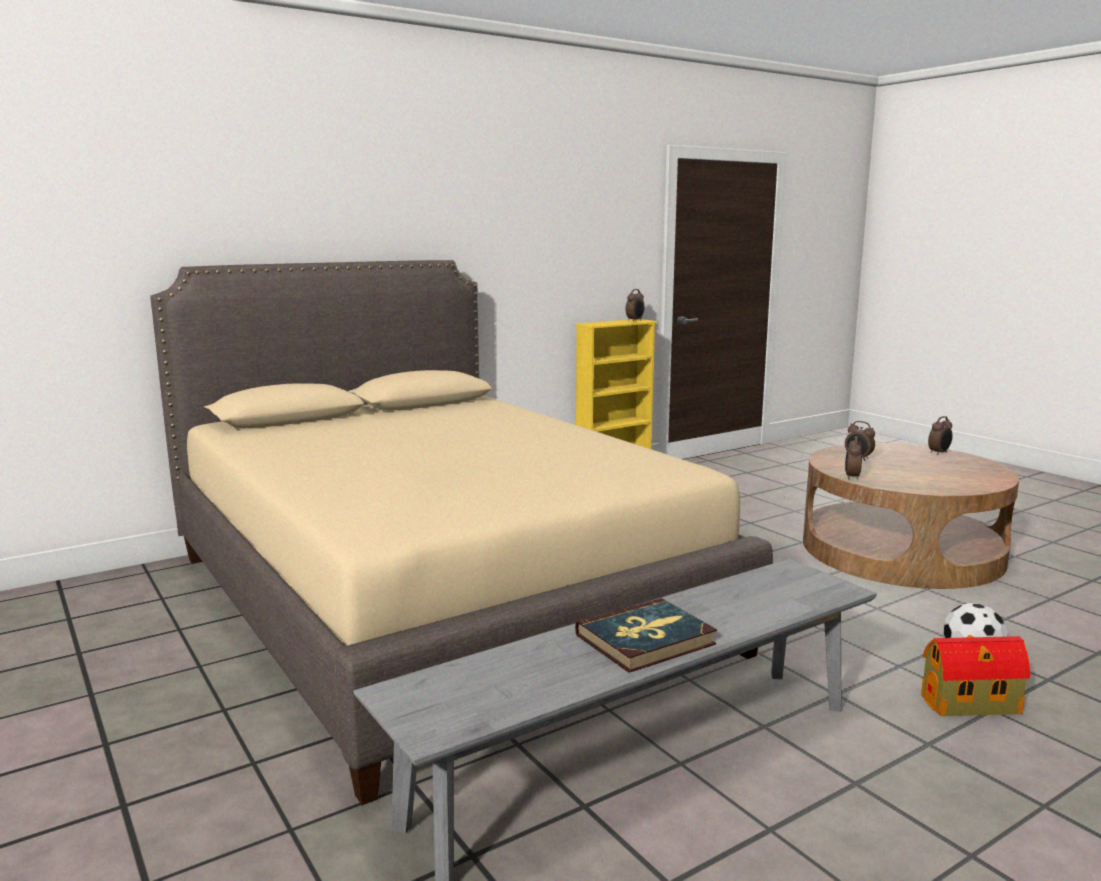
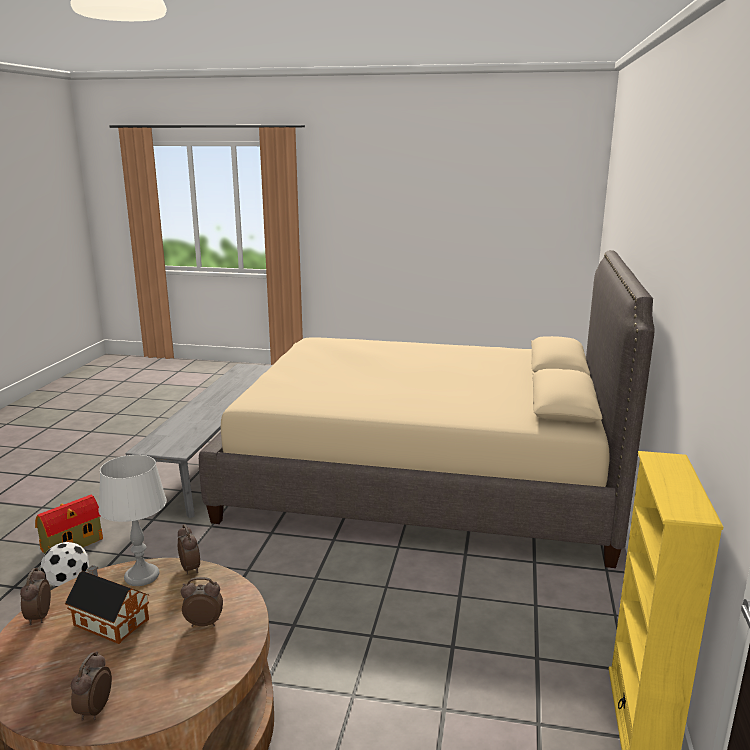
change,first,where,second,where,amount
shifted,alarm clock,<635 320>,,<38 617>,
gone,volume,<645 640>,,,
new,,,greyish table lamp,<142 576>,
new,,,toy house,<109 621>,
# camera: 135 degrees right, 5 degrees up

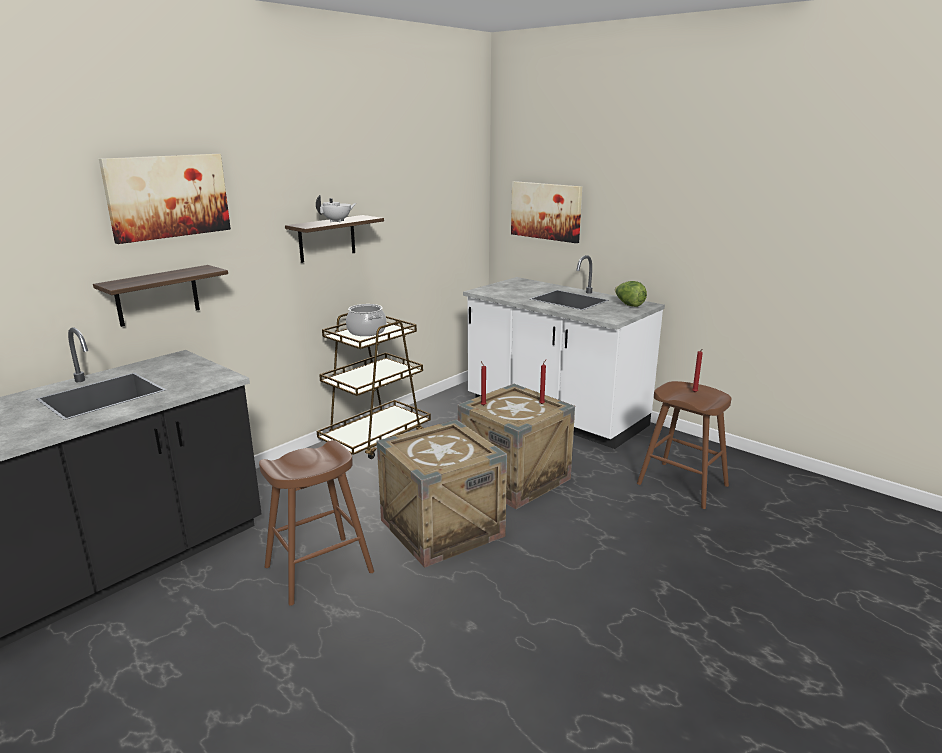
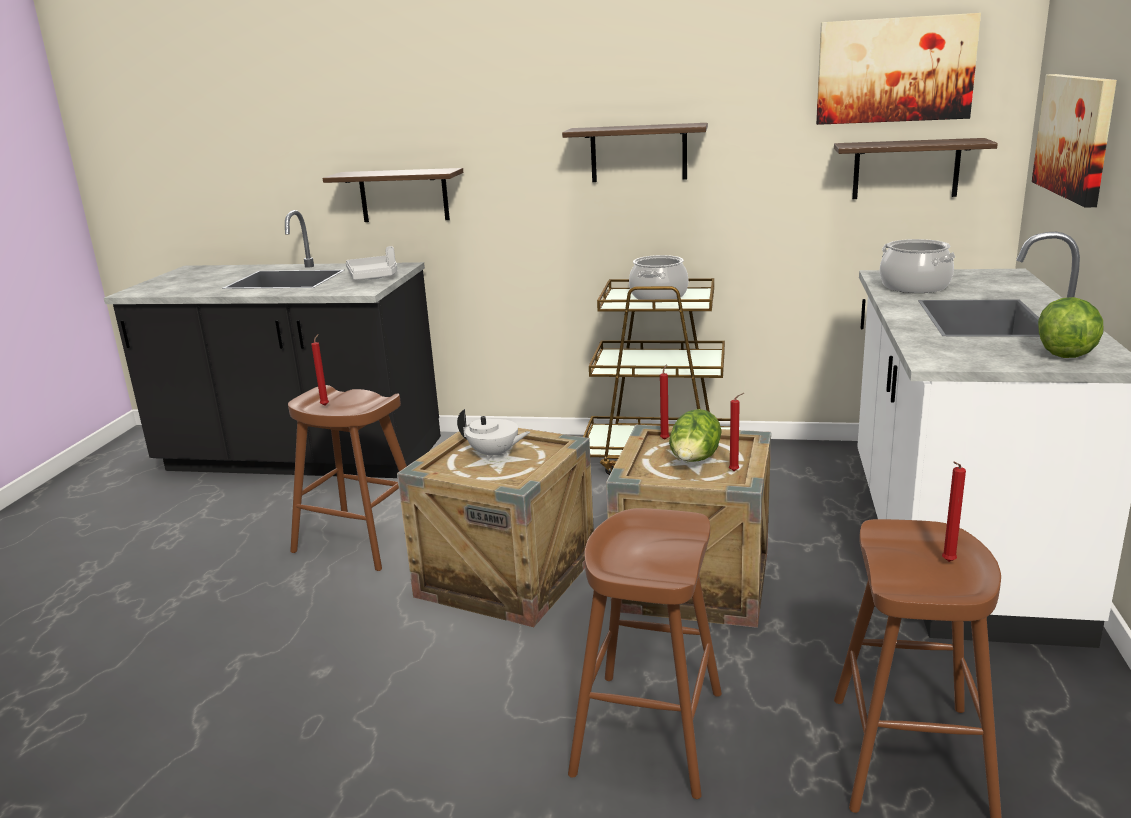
change,first,where,second,where,amount
shifted,wall picture,<168 196>,,<894 70>,
shifted,white-coloured tea pot,<337 221>,,<494 454>,
new,,,wall shelf,<906 169>,
new,,,stockpot,<914 287>,
new,,,greyish tray,<374 277>,
new,,,red-coloured wax candle,<326 405>,
new,,,head of lettuce,<694 462>,
new,,,brown sitting stool,<648 733>,
# camera: 60 degrees right, 0 degrees up

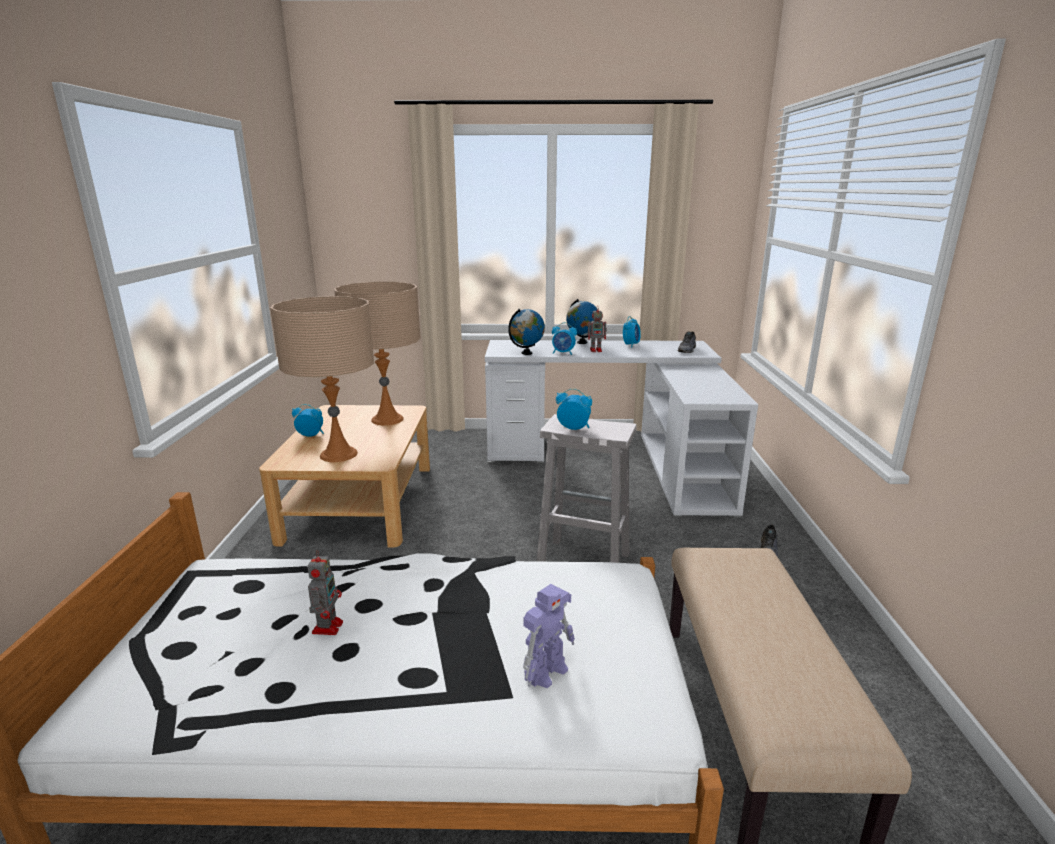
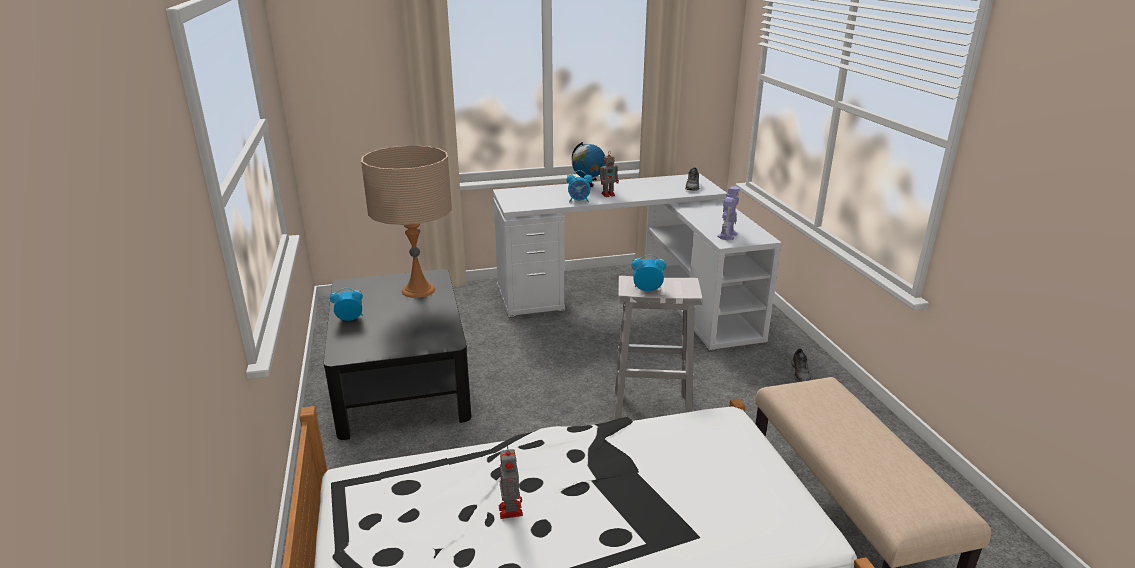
change,first,where,second,where,amount
gone,beige table lamp,<338 454>,,,
gone,world globe,<526 353>,,,
gone,alarm clock,<631 345>,,,
repainted,beige coffee table,<360 502>,blackish coffee table,<401 379>,
shifted,robot figure,<547 670>,,<727 235>,
# camera: 15 degrees left, 5 degrees up

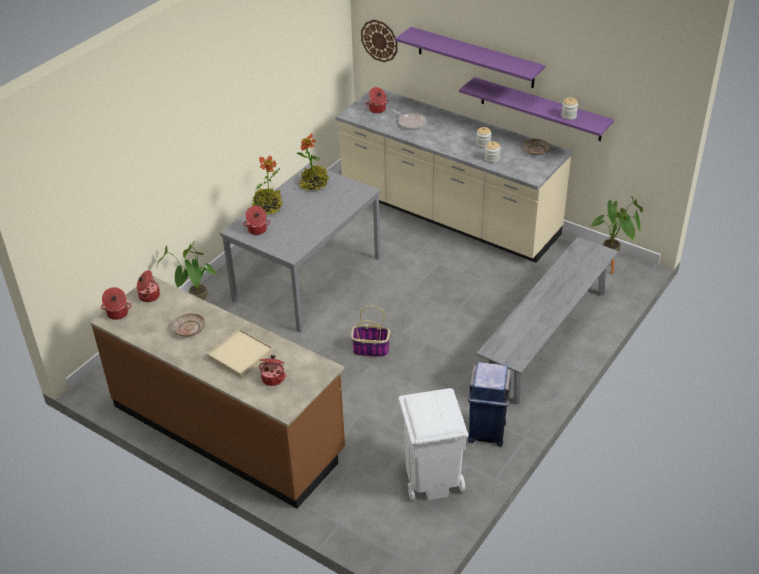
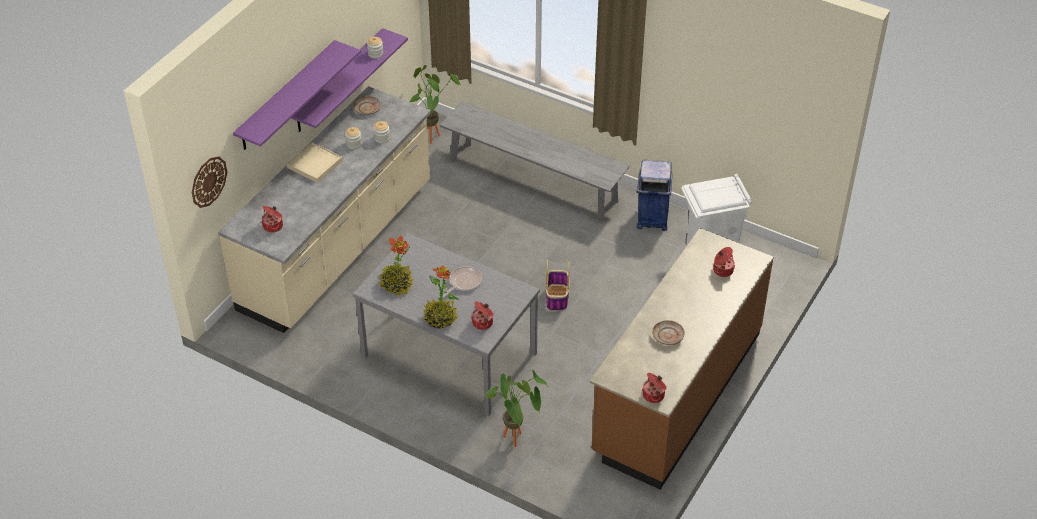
change,first,where,second,where,amount
shifted,skillet,<411 123>,,<464 282>,
gone,stockpot,<148 296>,,,
shifted,beige tray,<241 355>,,<315 164>,
# camera: 95 degrees left, 5 degrees up

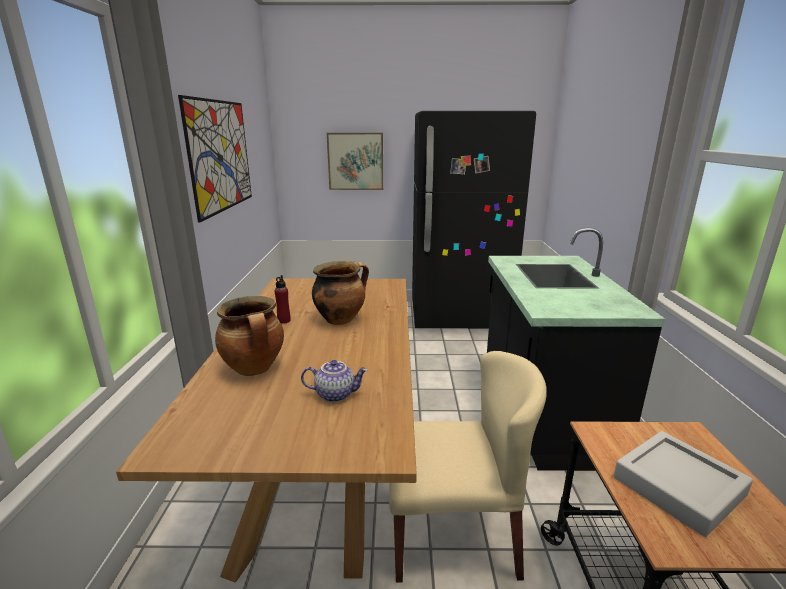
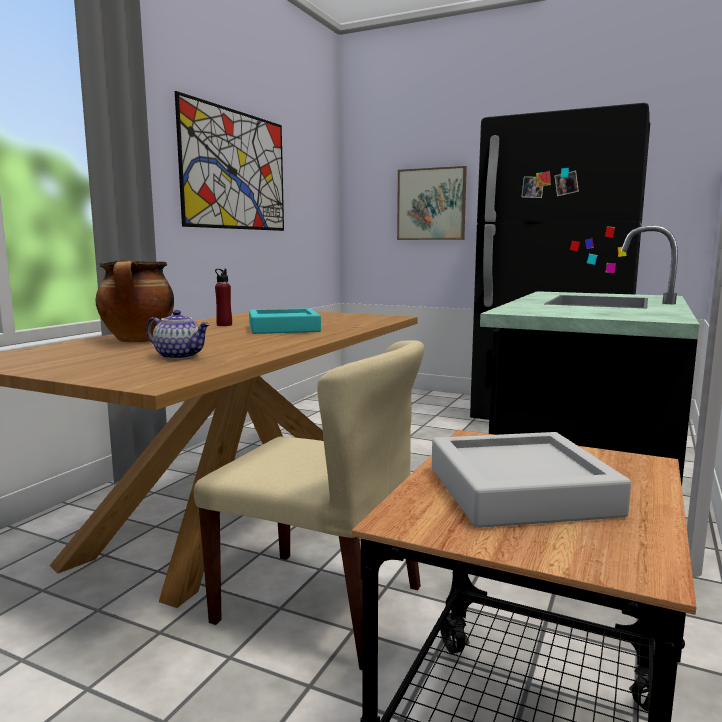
change,first,where,second,where,amount
swapped,stockpot,<341 319>,blue-green tray,<283 328>,
# camera: 25 degrees right, 10 degrees down

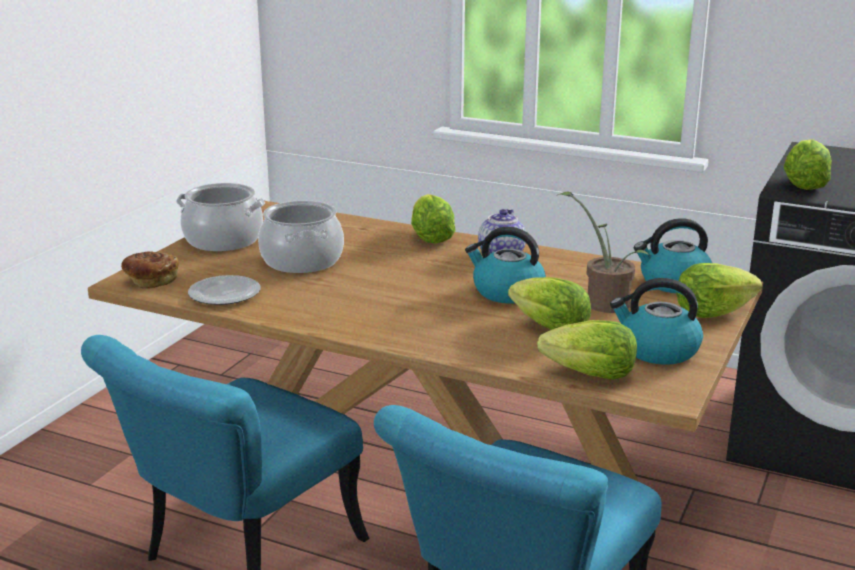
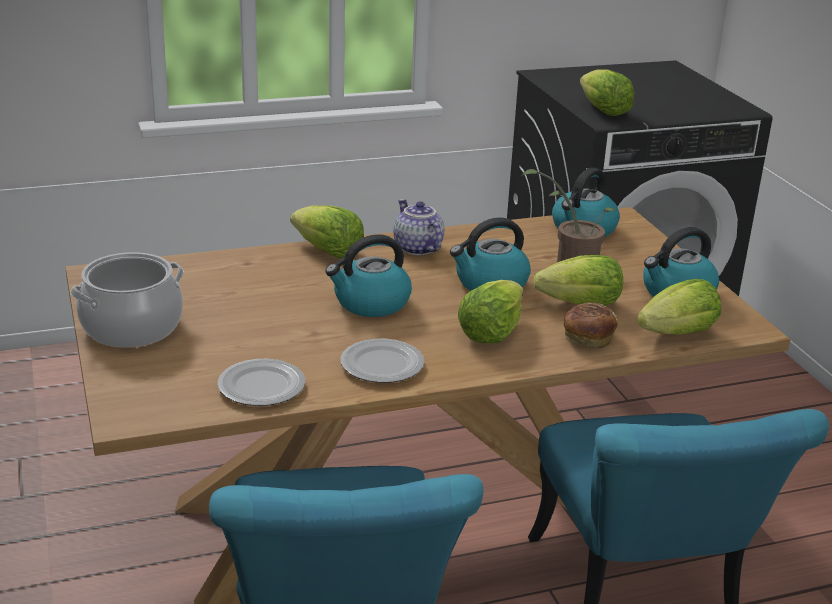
change,first,where,second,where,amount
gone,stockpot,<302 261>,,,
shifted,baked bread,<150 281>,,<587 338>,
shifted,head of lettuce,<711 313>,,<490 333>,
new,,,water kettle,<371 303>,
new,,,flat dish,<382 365>,
# camera: 45 degrees left, 5 degrees up

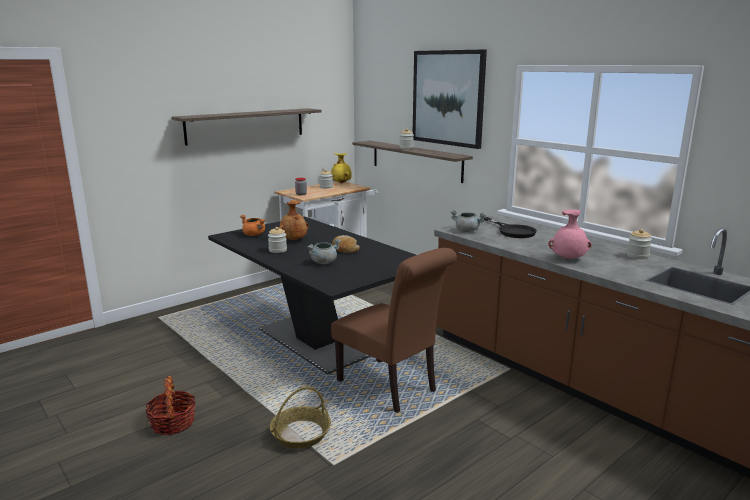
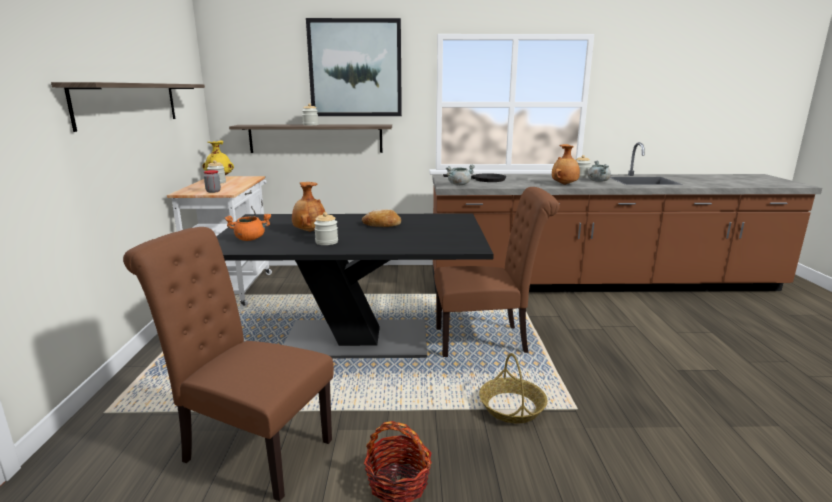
change,first,where,second,where,amount
repainted,pink vase,<568 259>,brown vase,<565 184>,
shifted,greyish stockpot,<324 262>,,<598 181>,
new,,,brown upright chair,<250 449>,
# camera: 50 degrees left, 0 degrees up

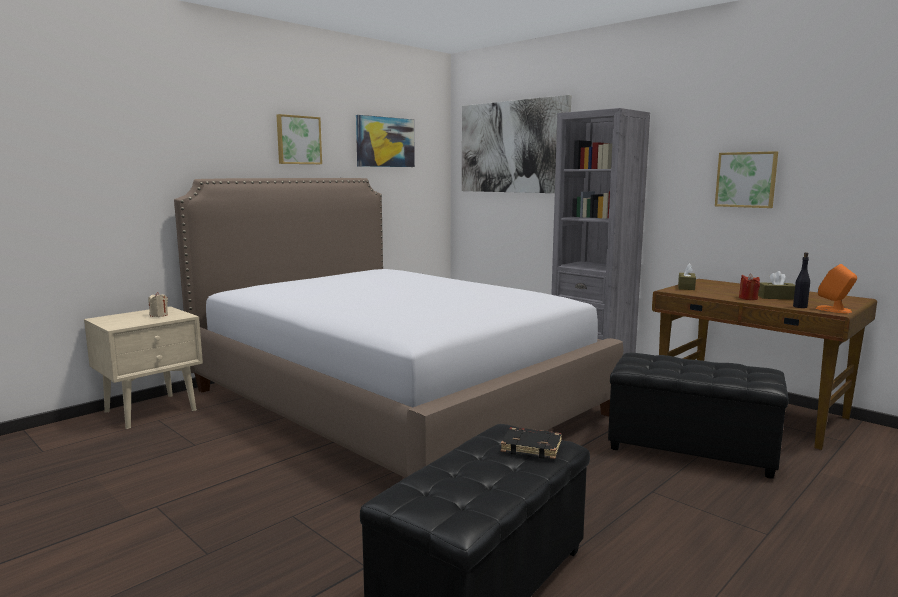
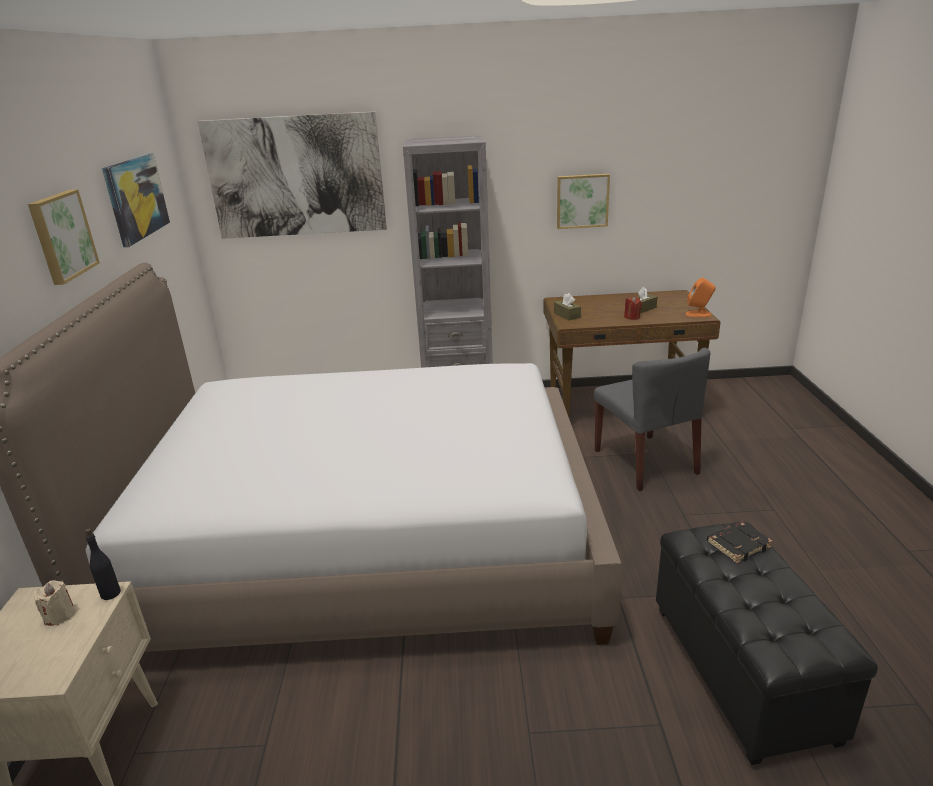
change,first,where,second,where,amount
shifted,blackish drink bottle,<800 306>,,<110 593>,
swapped,blackish footrest,<690 450>,greyish upright chair,<645 462>,
# camera: 45 degrees left, 15 degrees up

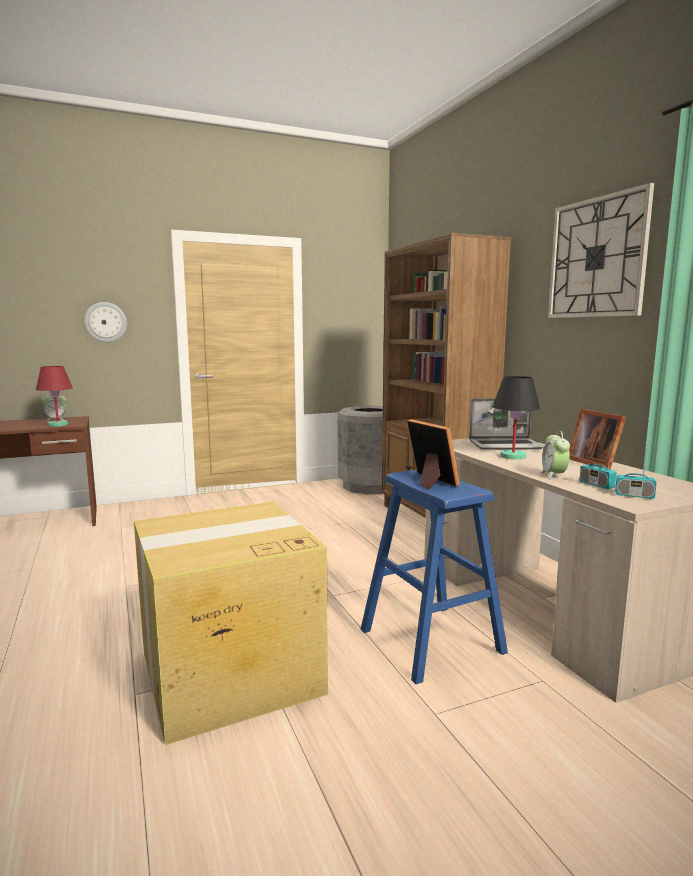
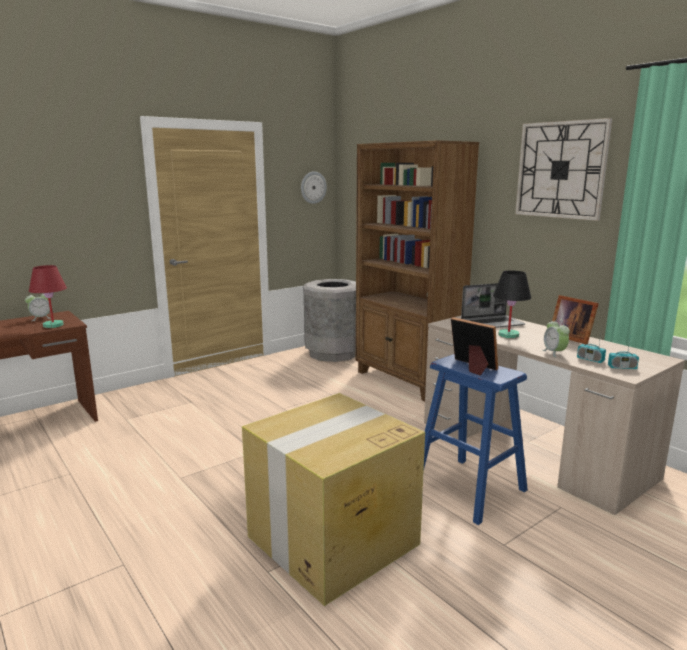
change,first,where,second,where,amount
shifted,hanging clock,<105 322>,,<313 187>,
# camera: 15 degrees left, 5 degrees up

